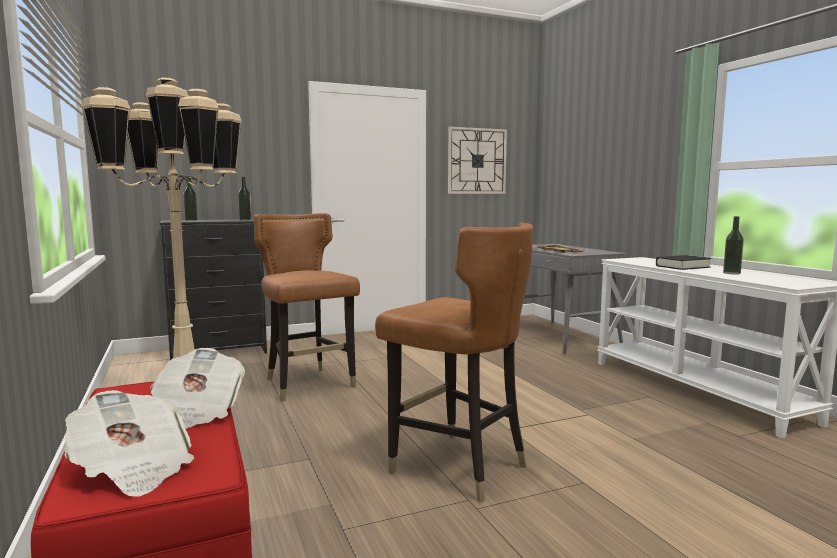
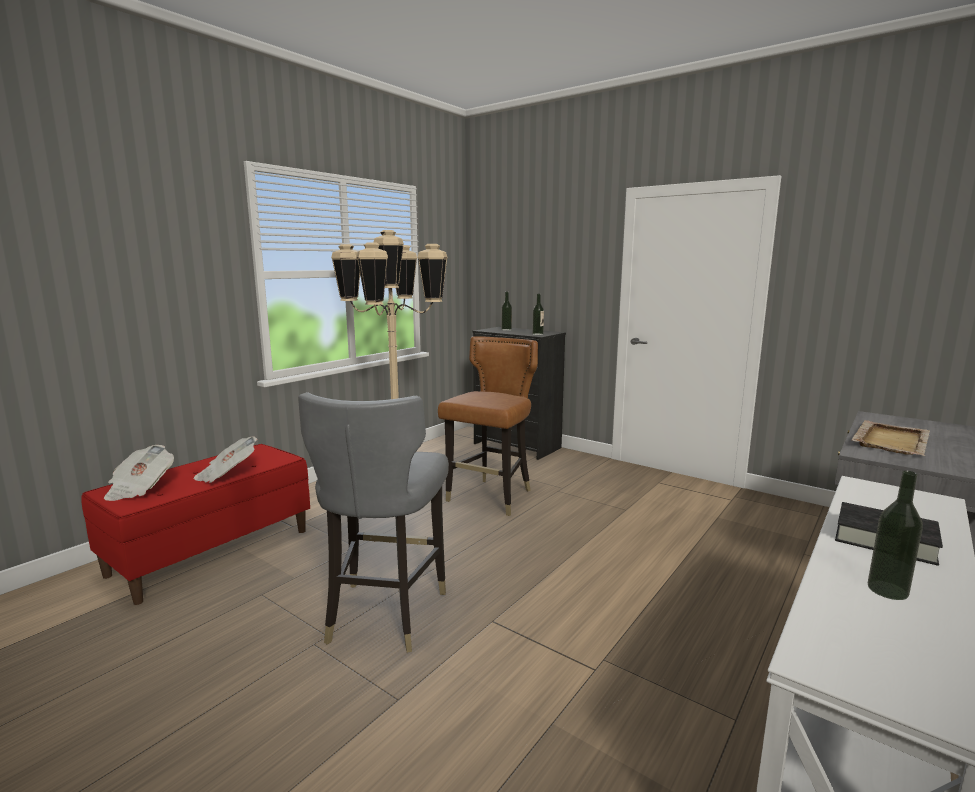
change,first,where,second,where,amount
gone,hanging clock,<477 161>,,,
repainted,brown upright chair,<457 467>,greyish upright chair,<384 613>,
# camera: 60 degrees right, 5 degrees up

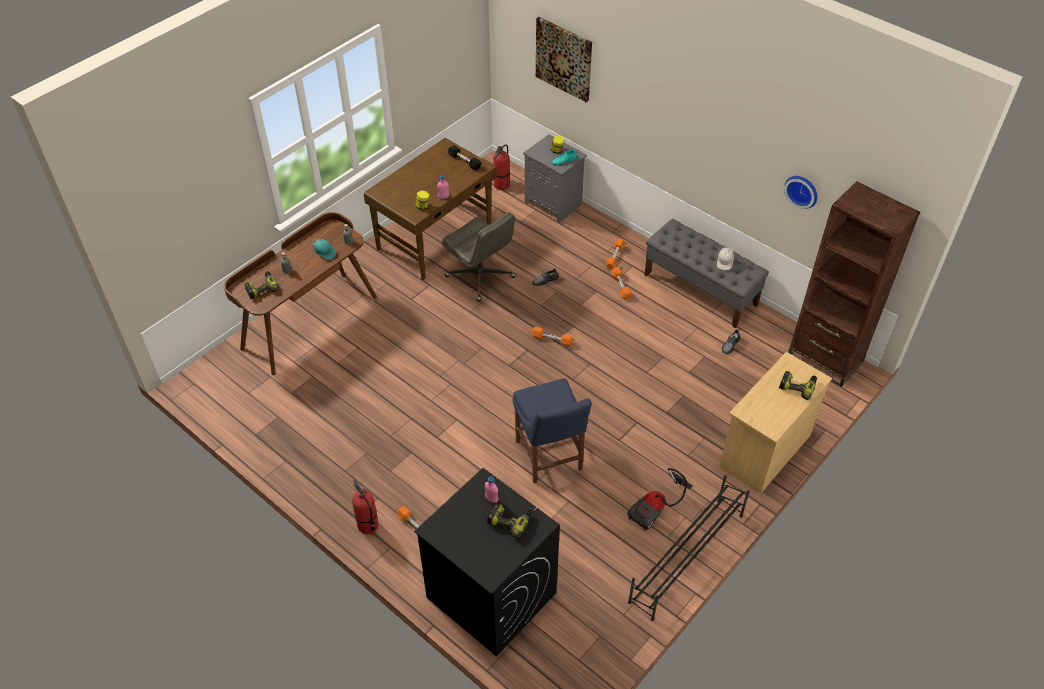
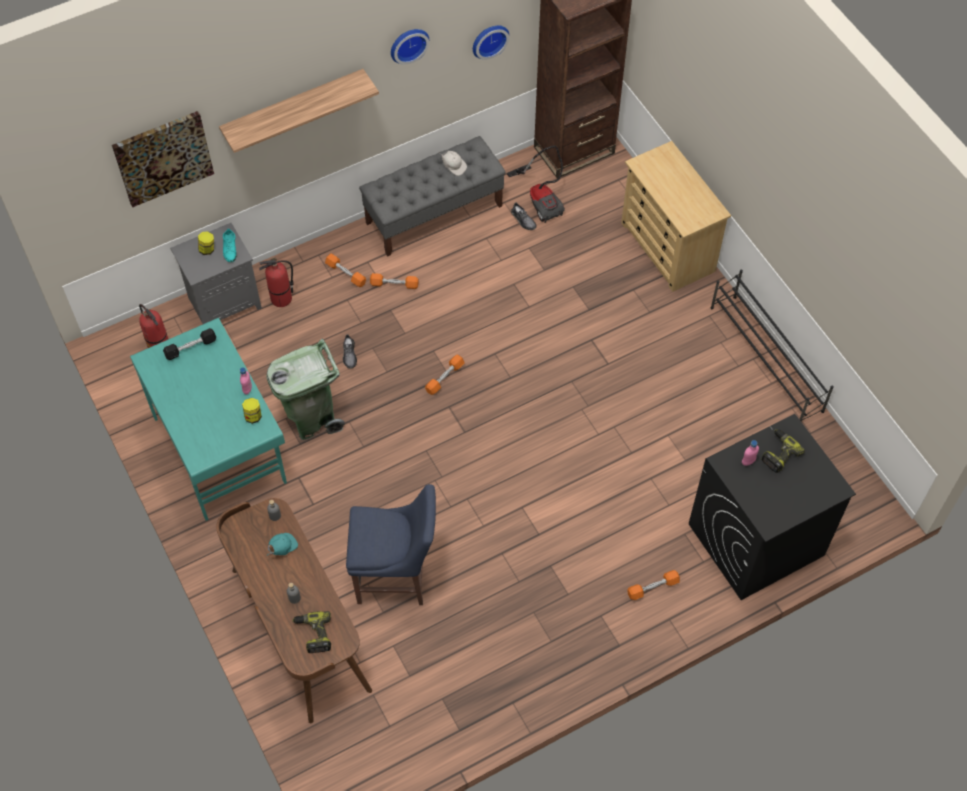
change,first,where,second,where,amount
repainted,brown desk,<436 239>,blue-green desk,<220 448>,
swapped,greyish desk chair,<481 277>,green-coloured rubbish bin,<312 418>,
gone,drill,<797 386>,,,
shifted,blue upright chair,<549 458>,,<396 577>,
shifted,hoover,<657 508>,,<541 198>,
shifted,fire extinguisher,<367 525>,,<281 299>,
new,,,hanging clock,<408 44>,
new,,,wall shelf,<293 108>,
# camera: 70 degrees left, 10 degrees up

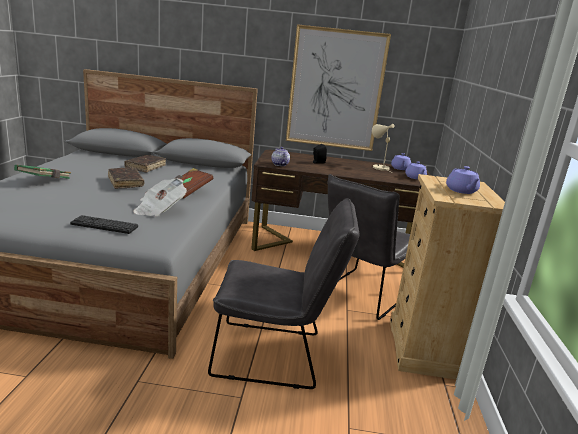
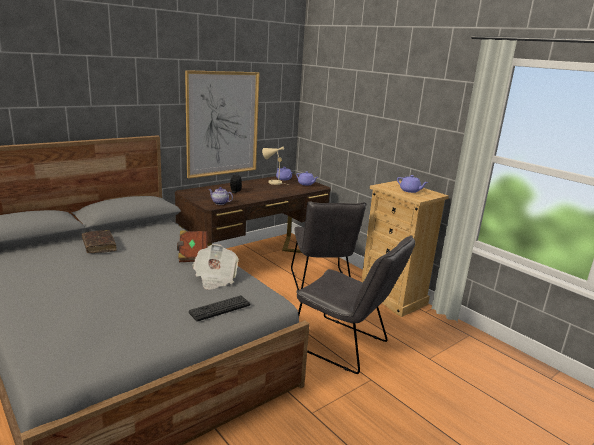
change,first,where,second,where,amount
gone,green-coloured volume,<45 181>,,,
gone,brown volume,<125 182>,,,
rotated,greyish upright chair,<276 355>,,<345 346>,75 degrees clockwise
# camera: 45 degrees left, 0 degrees up

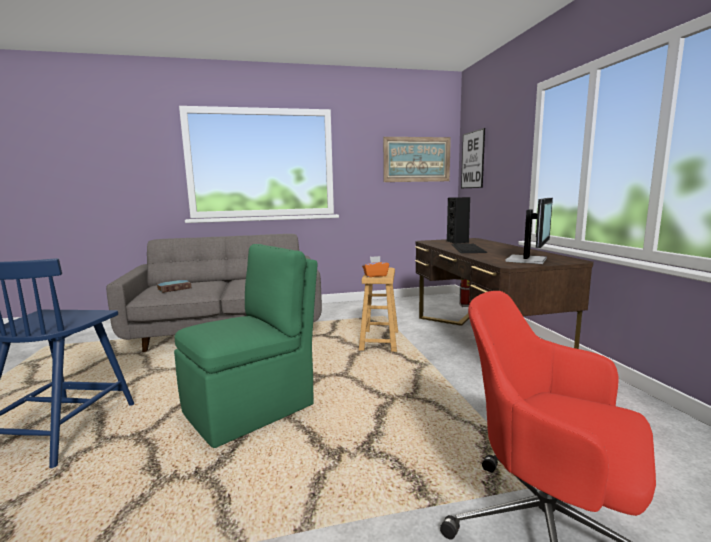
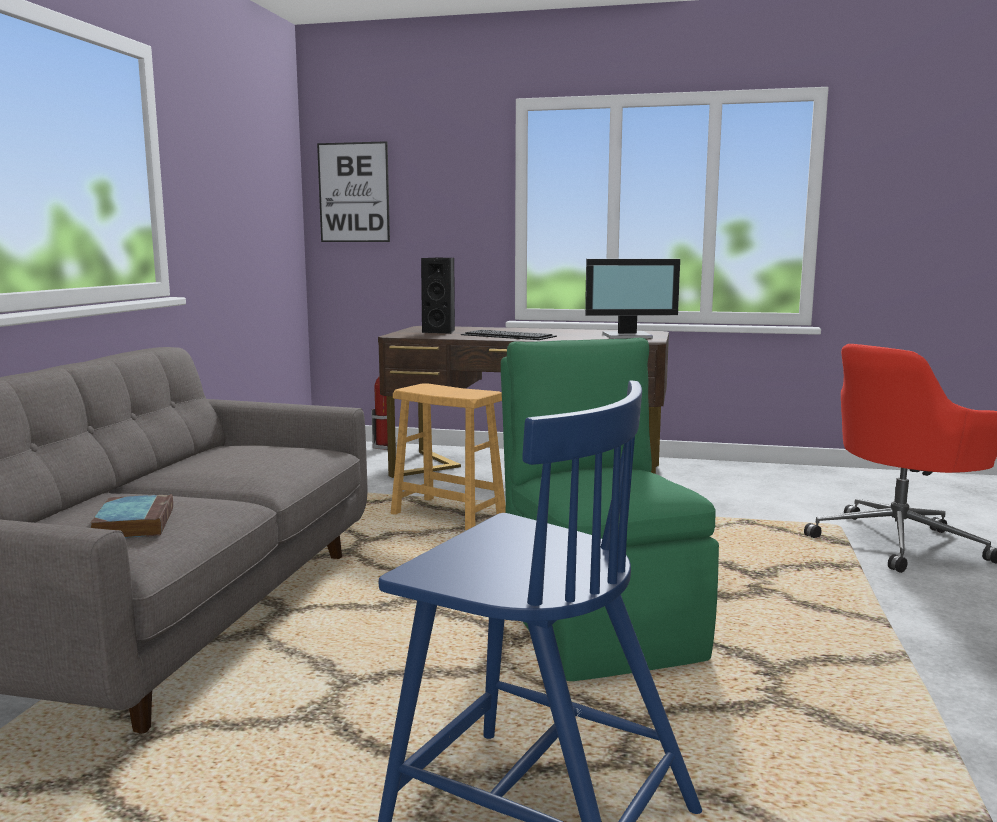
change,first,where,second,where,amount
gone,wall picture,<416 159>,,,
rotated,computer display,<528 260>,,<628 336>,120 degrees clockwise
gone,orange-coloured tissue box,<375 275>,,,
# camera: 65 degrees left, 0 degrees up

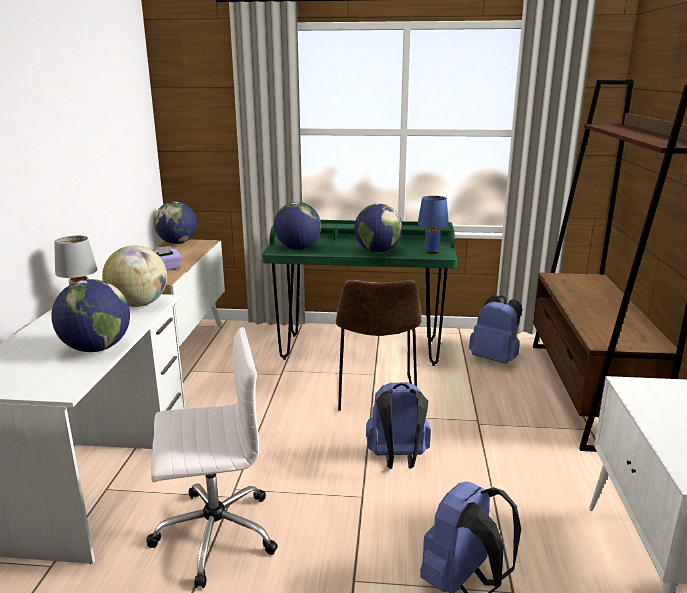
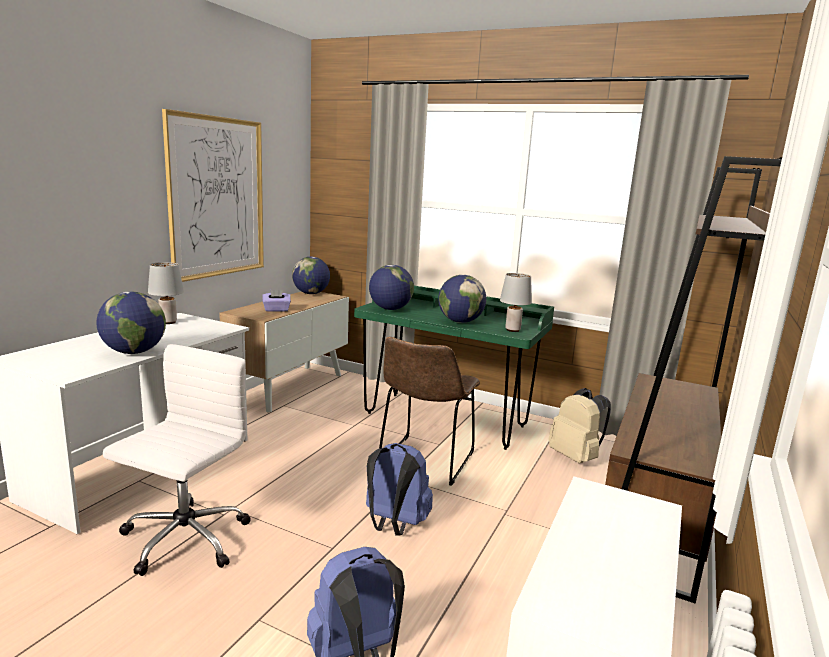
change,first,where,second,where,amount
repainted,blue table lamp,<431 252>,greyish table lamp,<512 330>,
gone,world globe,<139 304>,,,
repainted,blue rucksack,<495 359>,beige rucksack,<576 457>,
rotated,white-coloured desk chair,<213 533>,,<183 540>,75 degrees counterclockwise
new,,,wall picture,<217 197>,
# camera: 20 degrees right, 5 degrees down

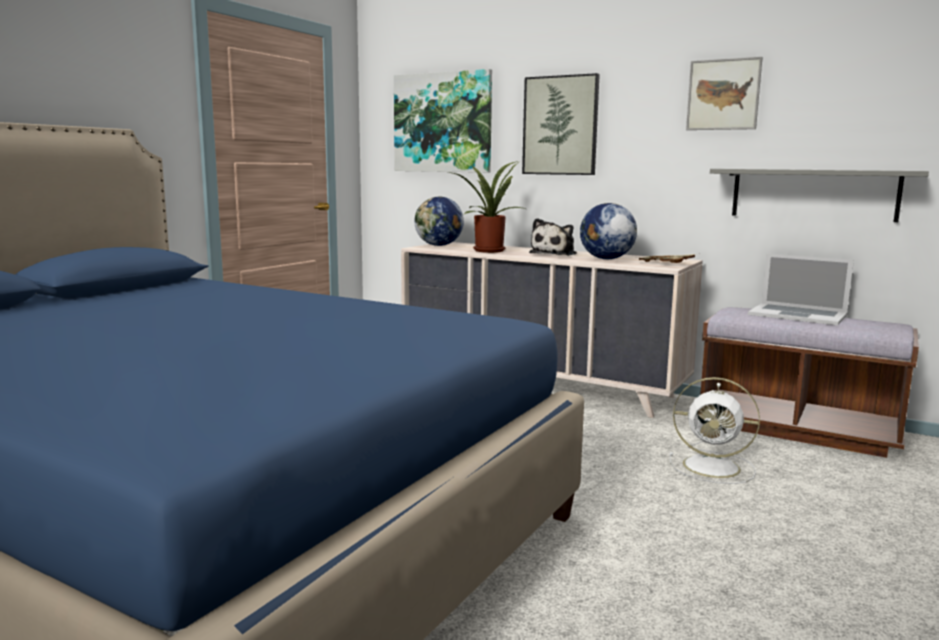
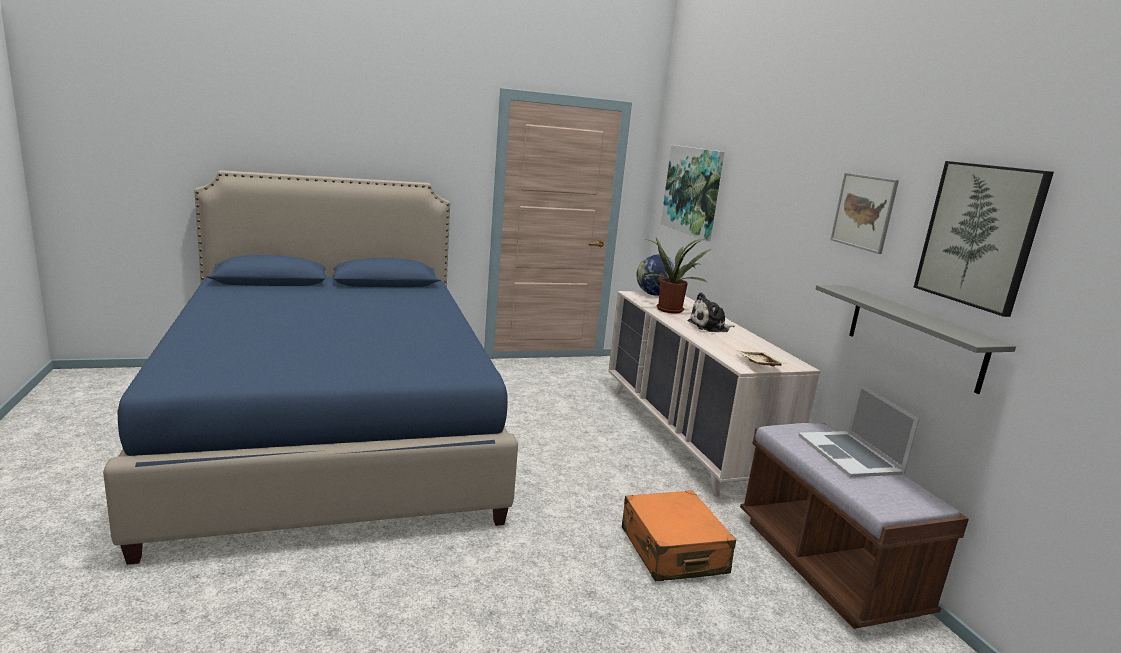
change,first,where,second,where,amount
shifted,wall picture,<560 125>,,<980 235>,
gone,world globe,<606 259>,,,
swapped,white-coloured fan,<714 467>,orange-coloured piece of luggage,<672 551>,
# camera: 40 degrees right, 5 degrees up

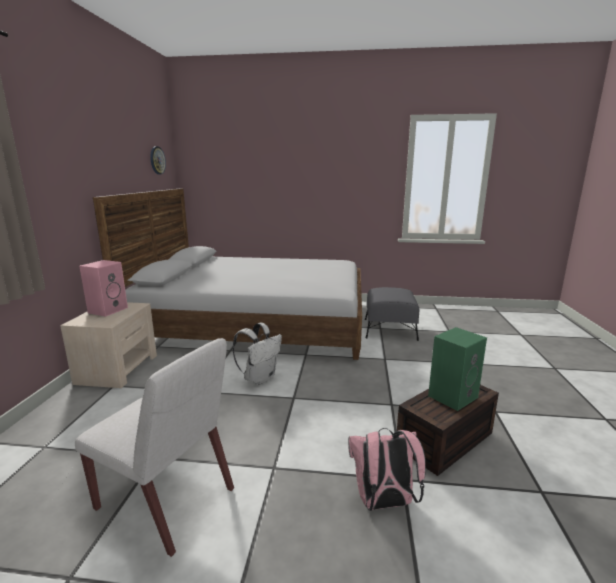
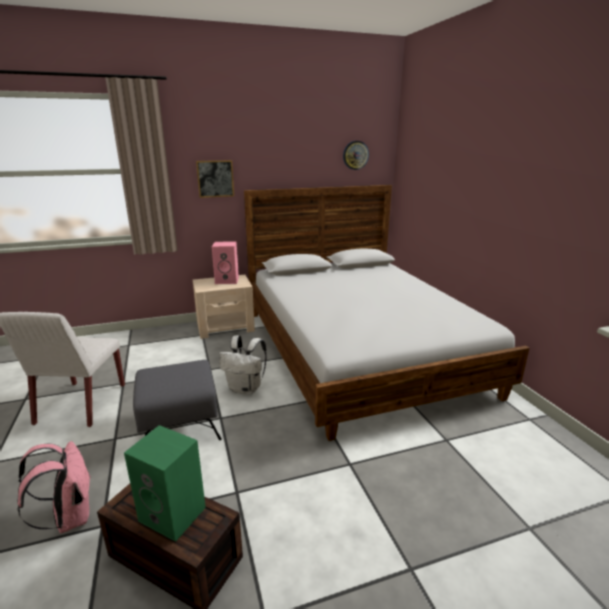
change,first,where,second,where,amount
shifted,greyish footrest,<390 329>,,<180 424>,
new,,,wall picture,<215 178>,
# camera: 65 degrees right, 5 degrees up

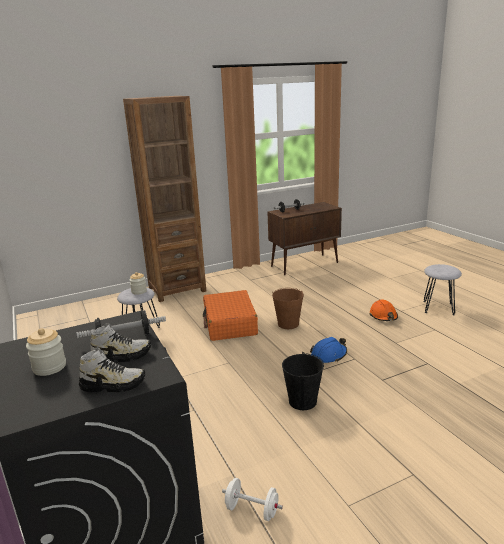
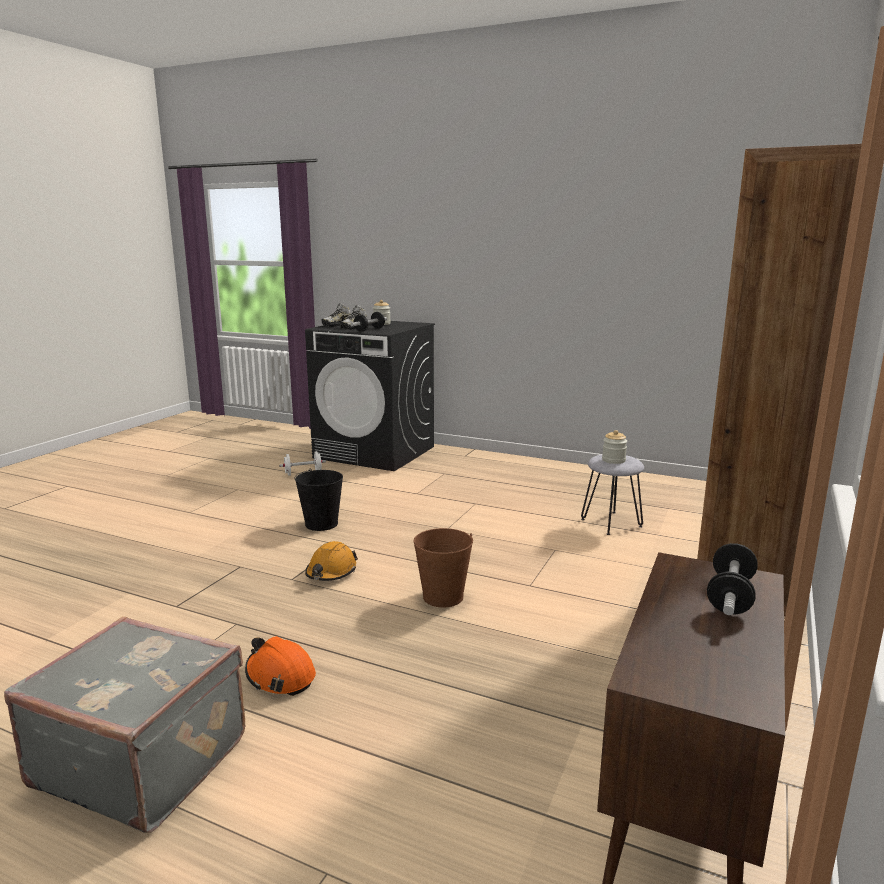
change,first,where,second,where,amount
swapped,greyish sitting stool,<439 308>,greyish piece of luggage,<143 759>,
gone,orange-coloured piece of luggage,<230 324>,,,
repainted,blue safety helmet,<329 355>,orange-coloured safety helmet,<331 572>,
# camera: 140 degrees right, 5 degrees down

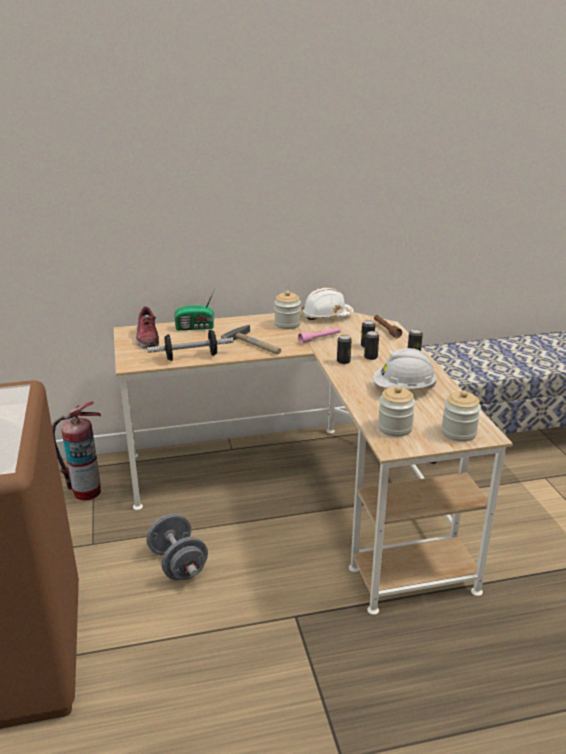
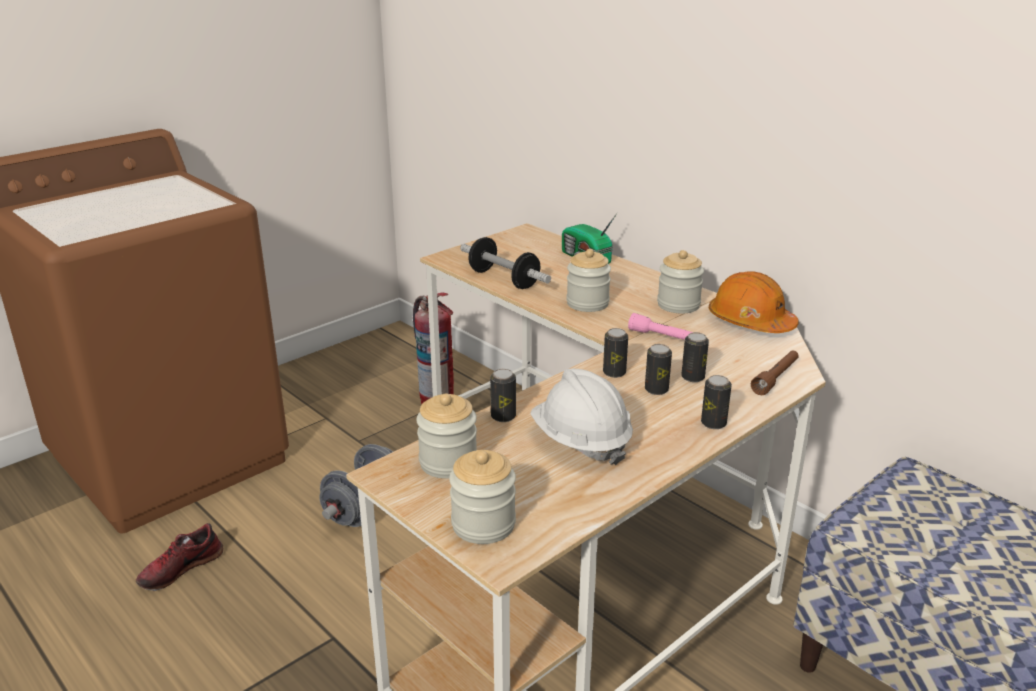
change,first,where,second,where,amount
repainted,white-coloured safety helmet,<326 316>,orange-coloured safety helmet,<750 322>,
shifted,shoe,<146 338>,,<181 568>,
swapped,hand hammer,<256 344>,storage jar,<587 303>,
new,,,can,<503 416>,
# camera: 60 degrees right, 0 degrees up

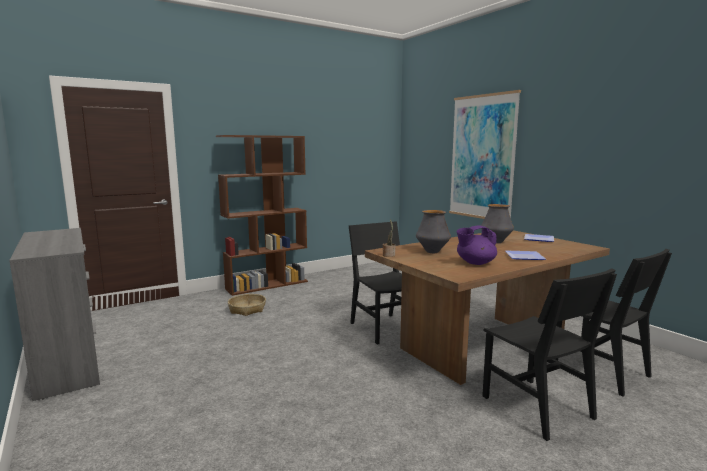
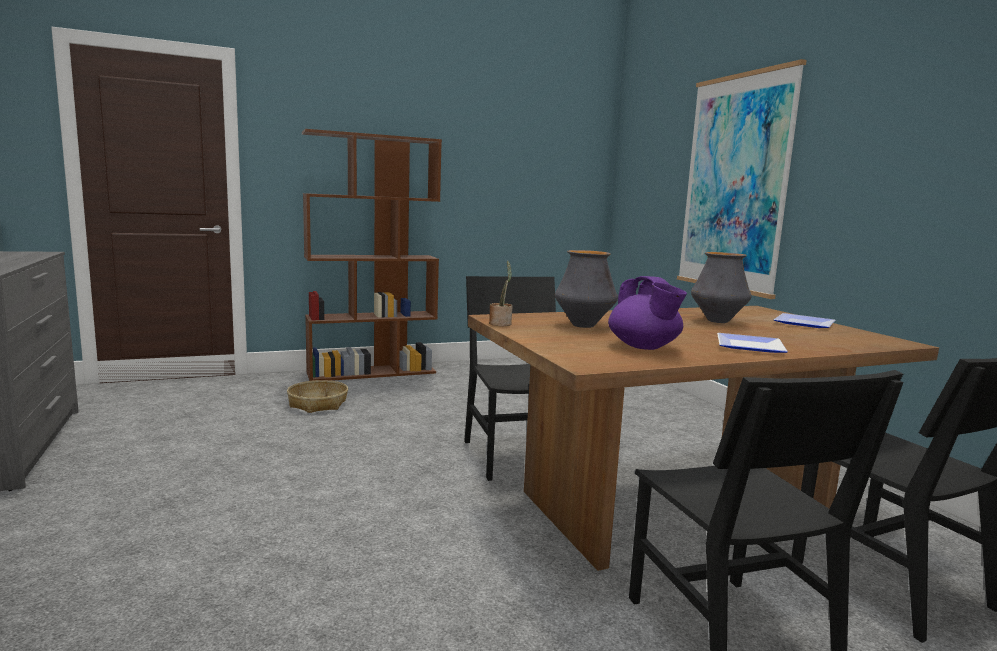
change,first,where,second,where,amount
rotated,purple-coloured tea pot,<475 263>,,<644 347>,105 degrees counterclockwise
# camera: 10 degrees right, 0 degrees up

